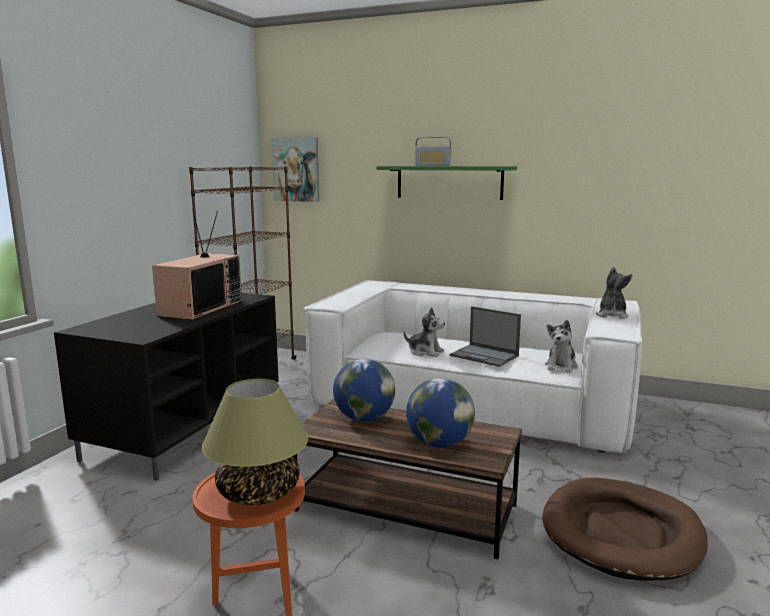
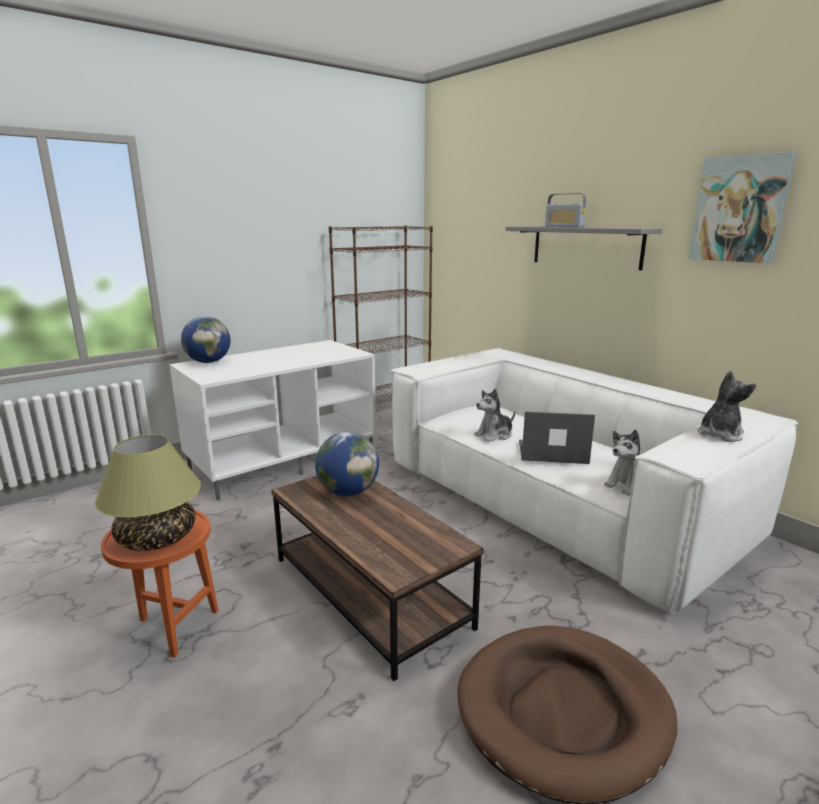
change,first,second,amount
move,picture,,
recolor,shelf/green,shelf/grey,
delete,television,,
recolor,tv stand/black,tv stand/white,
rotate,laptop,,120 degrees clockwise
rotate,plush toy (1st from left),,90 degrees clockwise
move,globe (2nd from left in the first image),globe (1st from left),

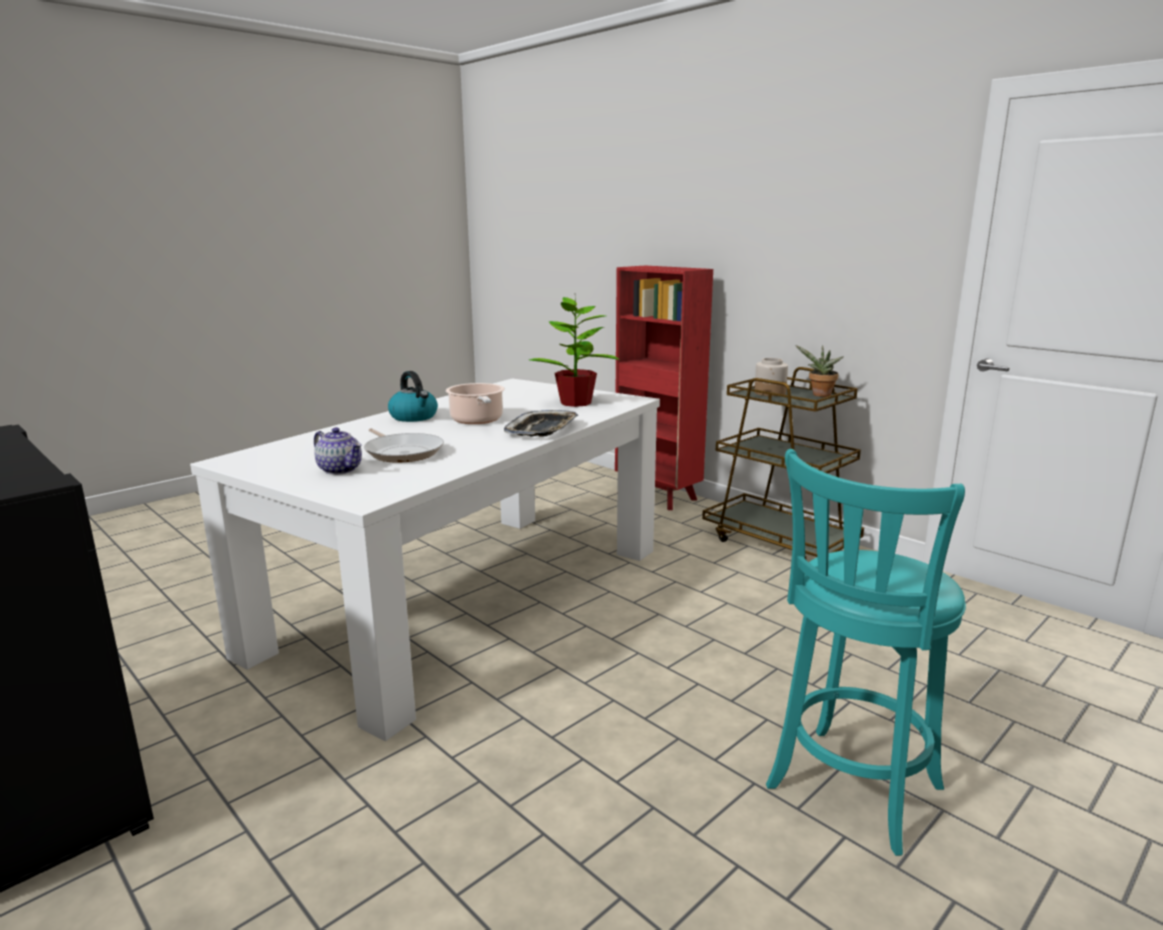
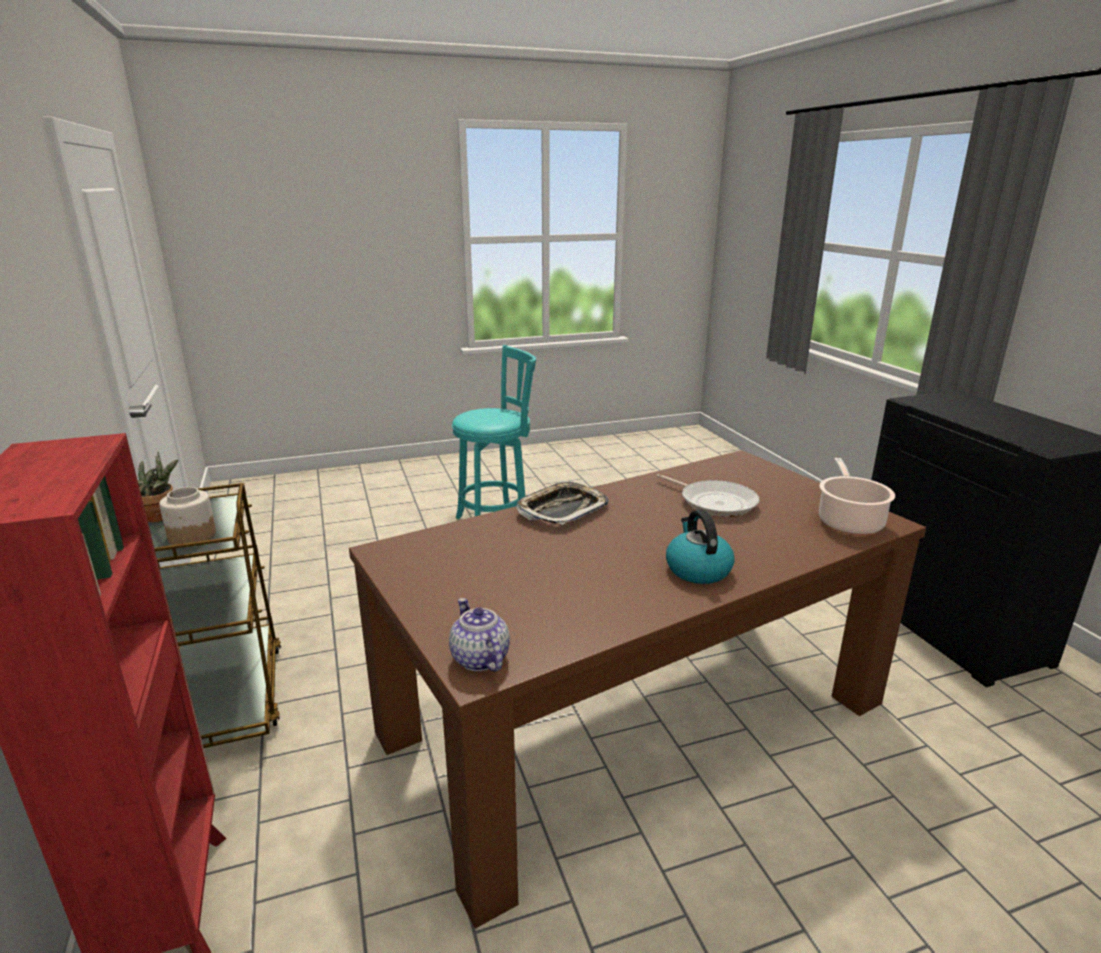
change,first,second,amount
delete,potted plant (1st from left),,
recolor,dining table/white,dining table/brown,
move,cooking pot,,
move,teapot,,
rotate,frying pan,,150 degrees clockwise

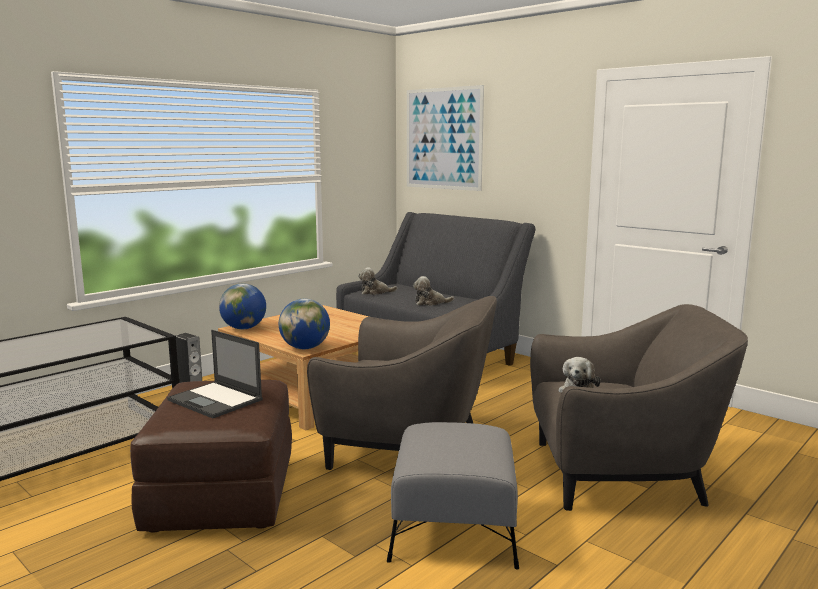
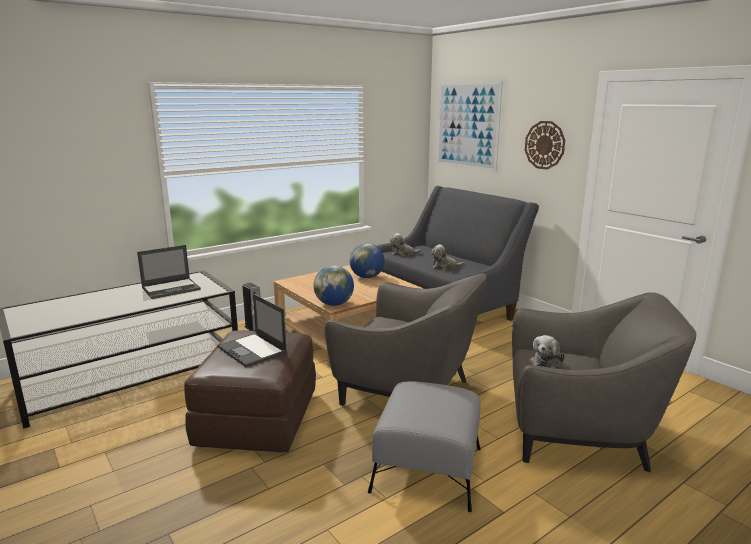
change,first,second,amount
move,globe (1st from left in the first image),globe (2nd from left),
insert,,wall clock,
insert,,laptop (1st from left),

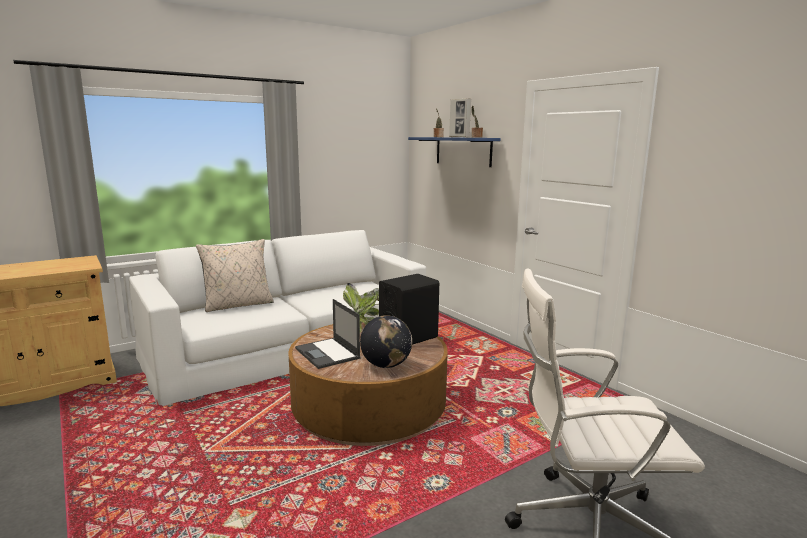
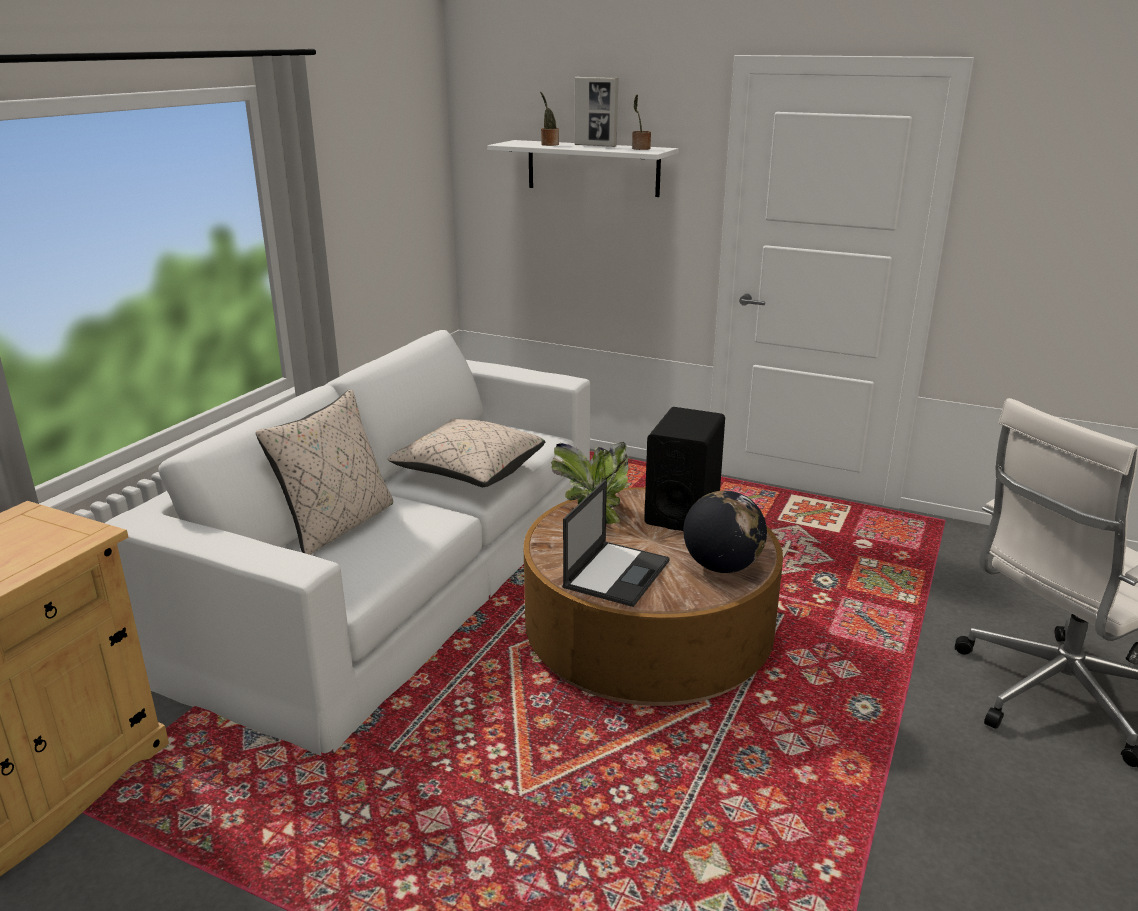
change,first,second,amount
recolor,shelf/blue,shelf/white,
rotate,laptop,,90 degrees counterclockwise
insert,,pillow/beige (2nd from left),

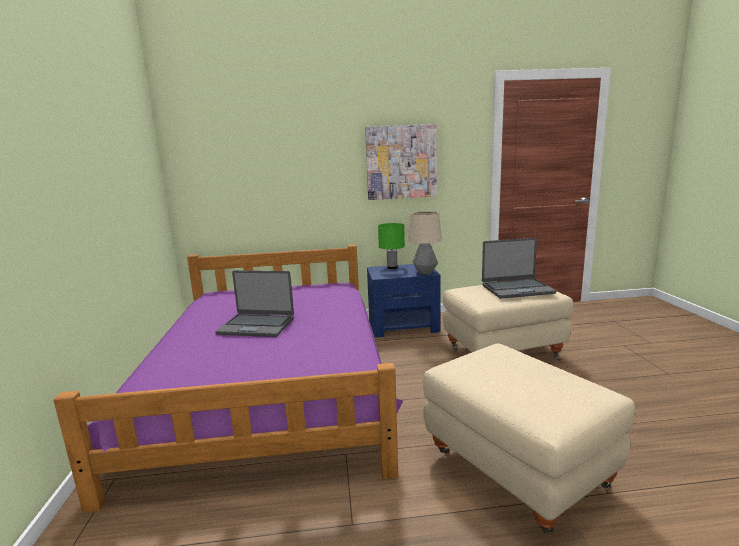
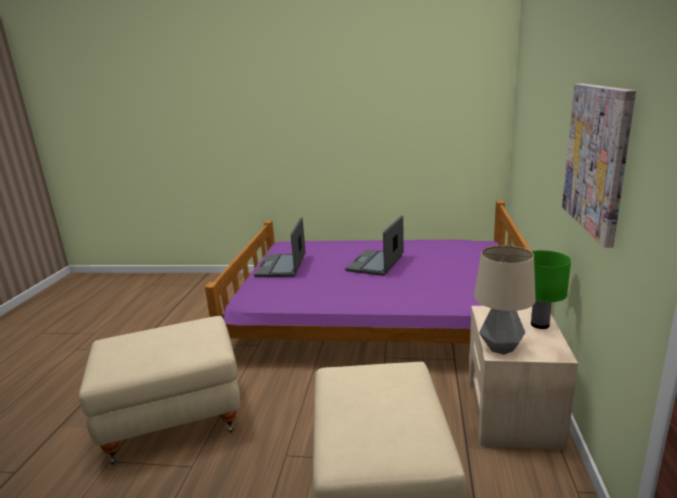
change,first,second,amount
move,laptop (2nd from left in the first image),laptop (1st from left),
recolor,nightstand/blue,nightstand/beige,

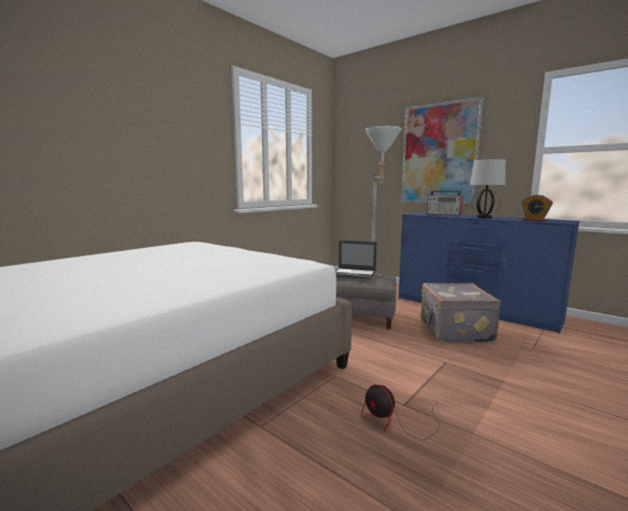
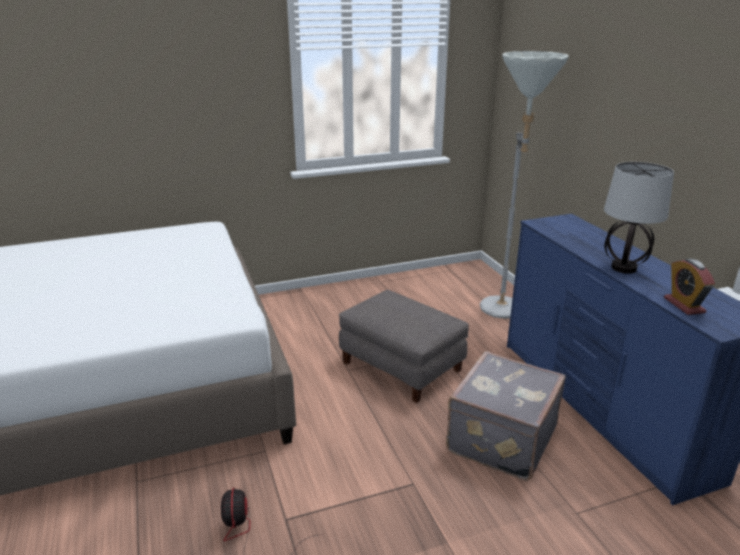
change,first,second,amount
delete,picture,,
delete,radio,,
delete,laptop,,

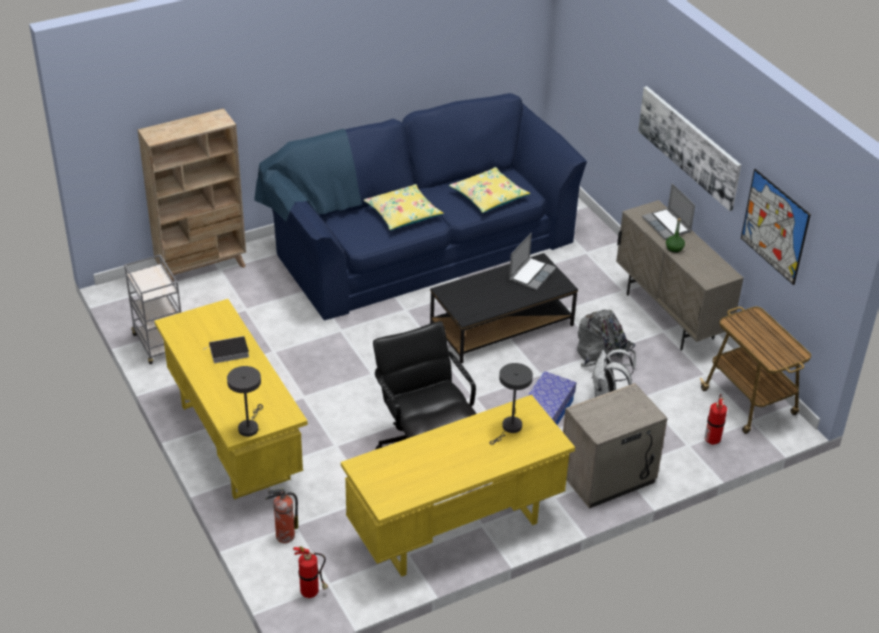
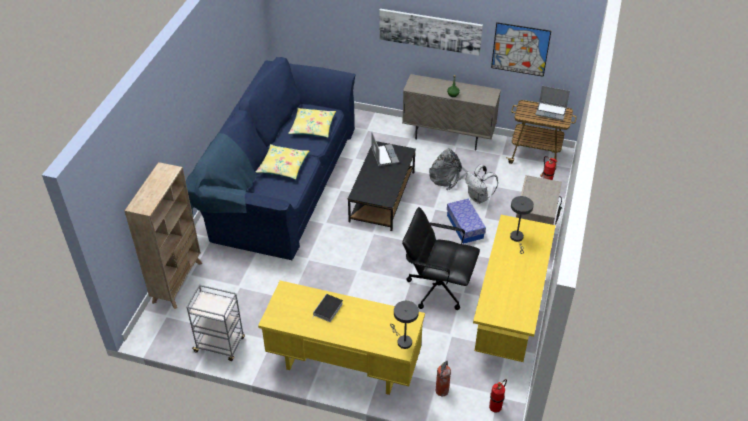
change,first,second,amount
move,laptop (2nd from left),,

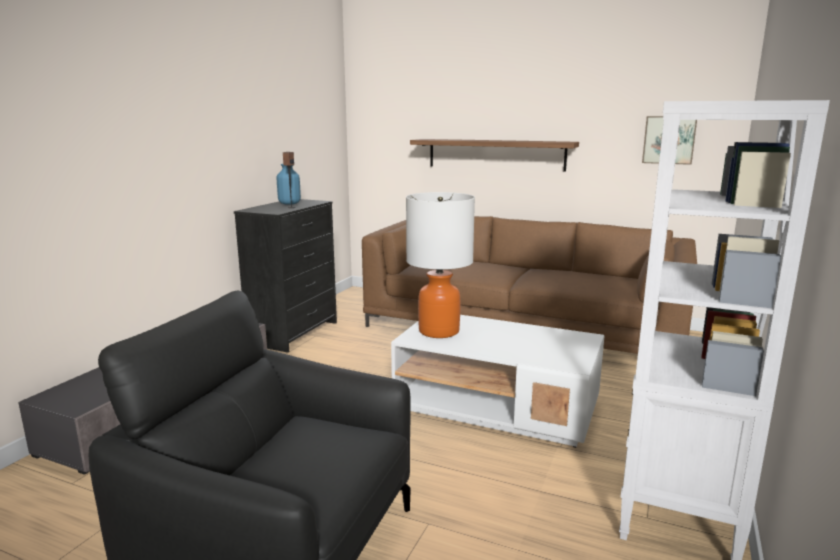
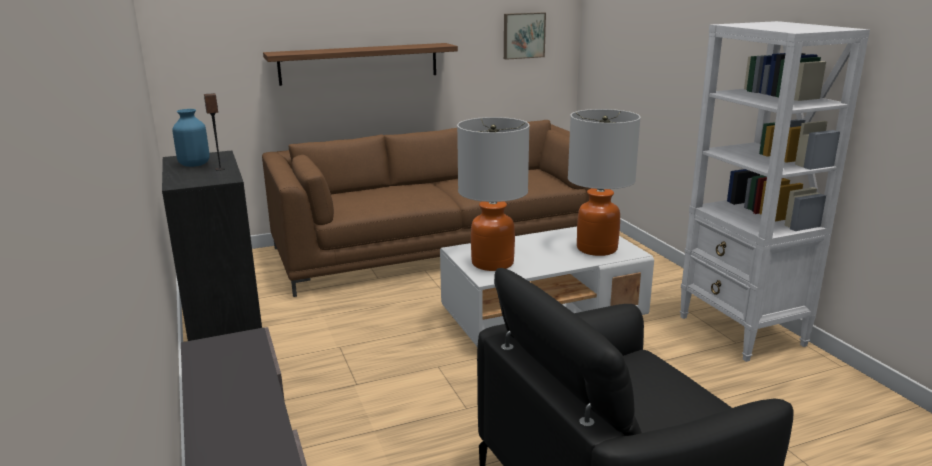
change,first,second,amount
insert,,table lamp (2nd from left),

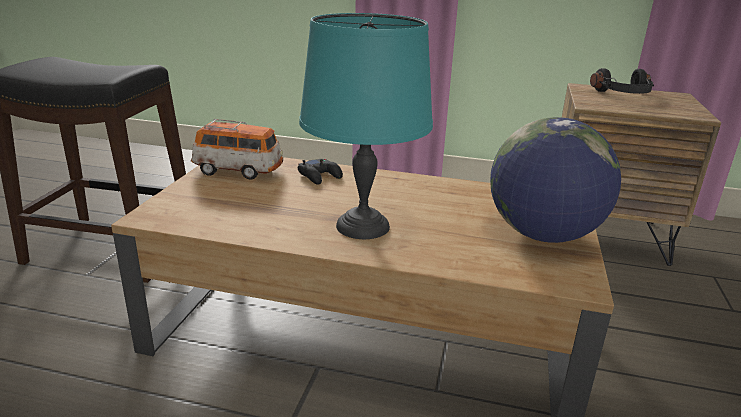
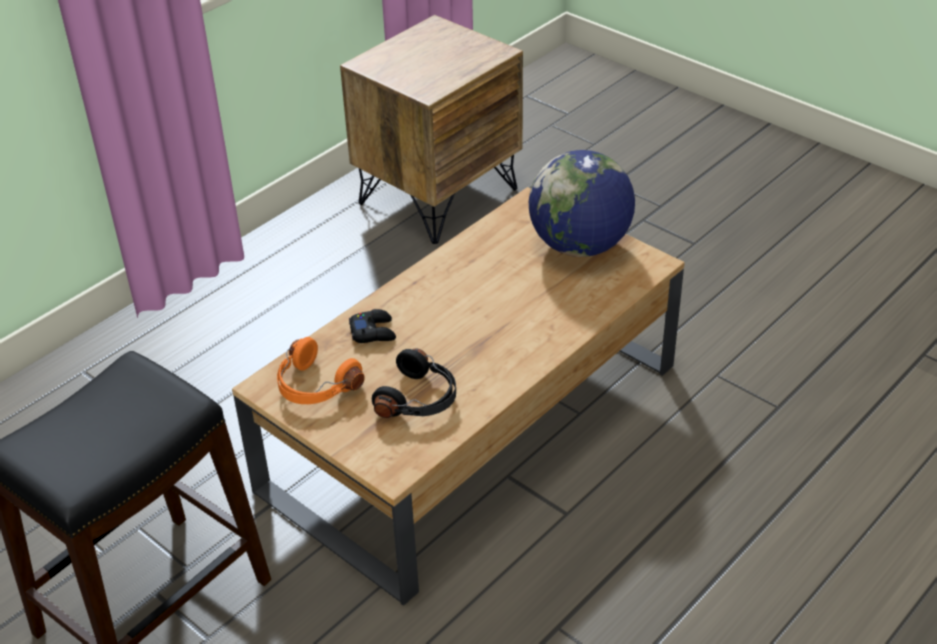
change,first,second,amount
delete,table lamp/turquoise,,
move,headphones/black,,
replace,toy car,headphones/orange,

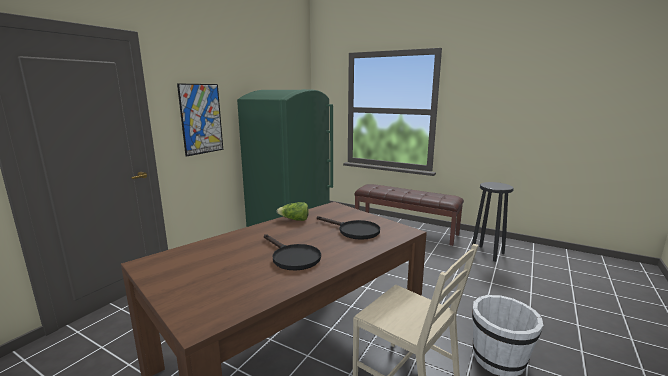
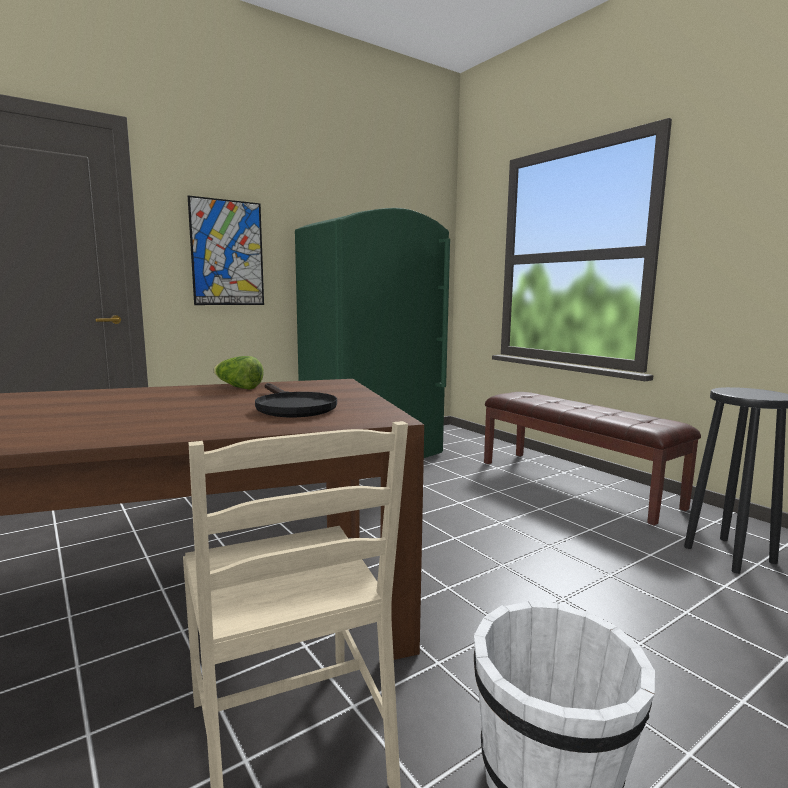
change,first,second,amount
delete,frying pan/black (1st from left),,

